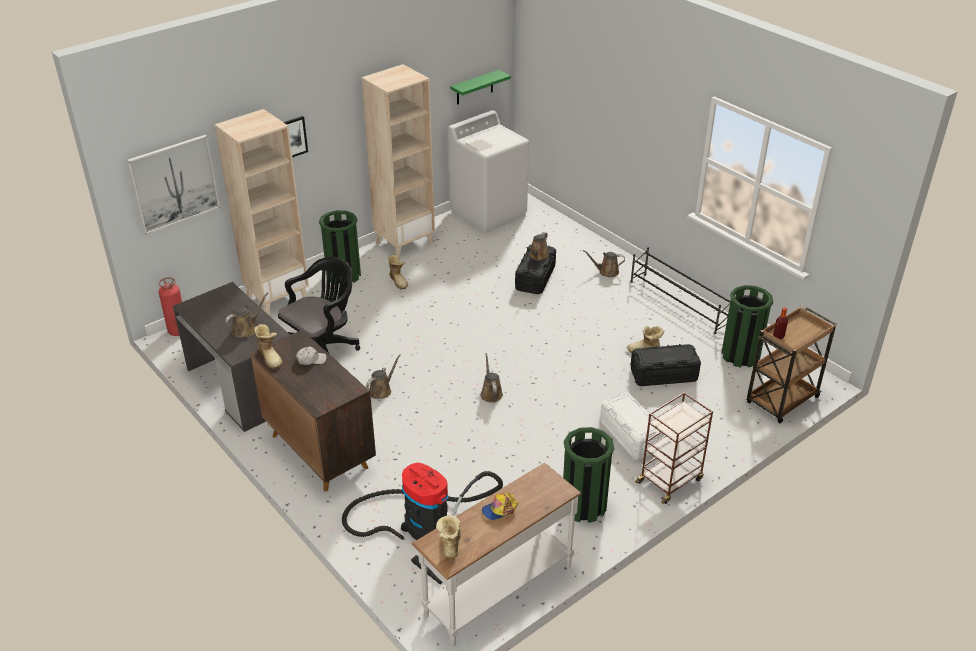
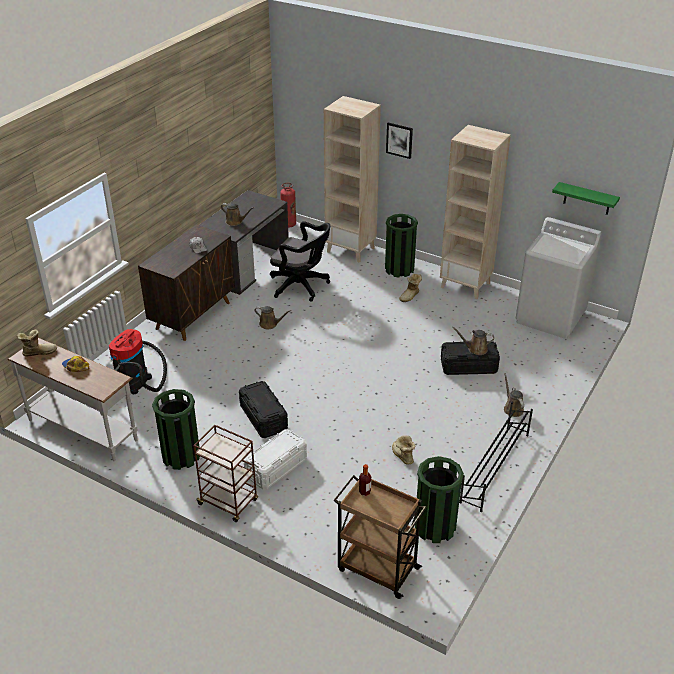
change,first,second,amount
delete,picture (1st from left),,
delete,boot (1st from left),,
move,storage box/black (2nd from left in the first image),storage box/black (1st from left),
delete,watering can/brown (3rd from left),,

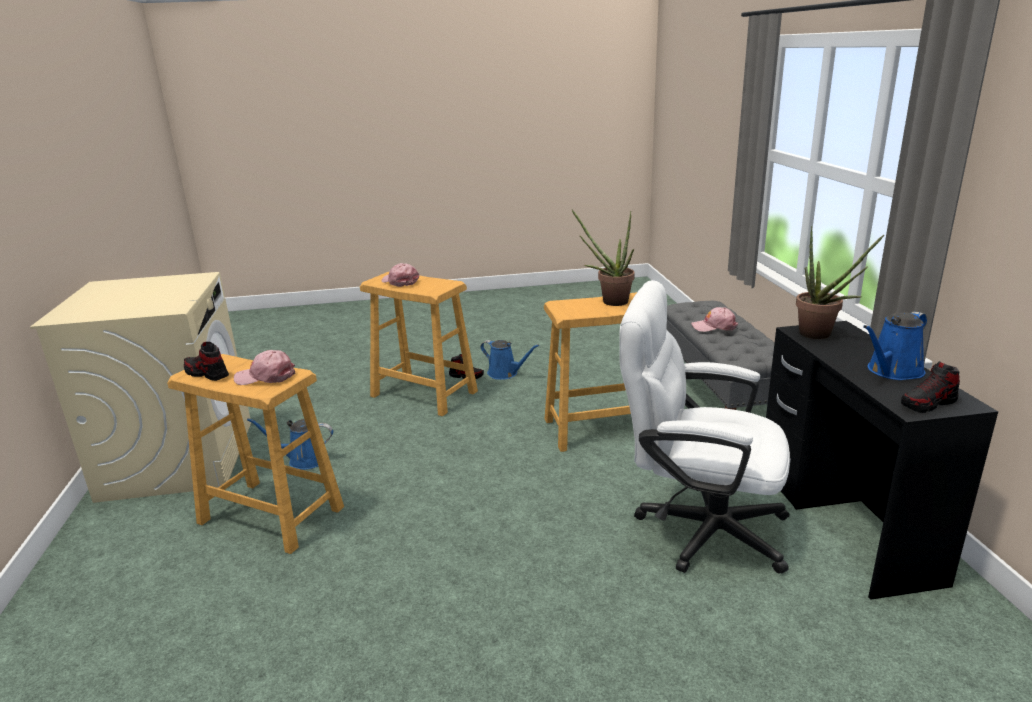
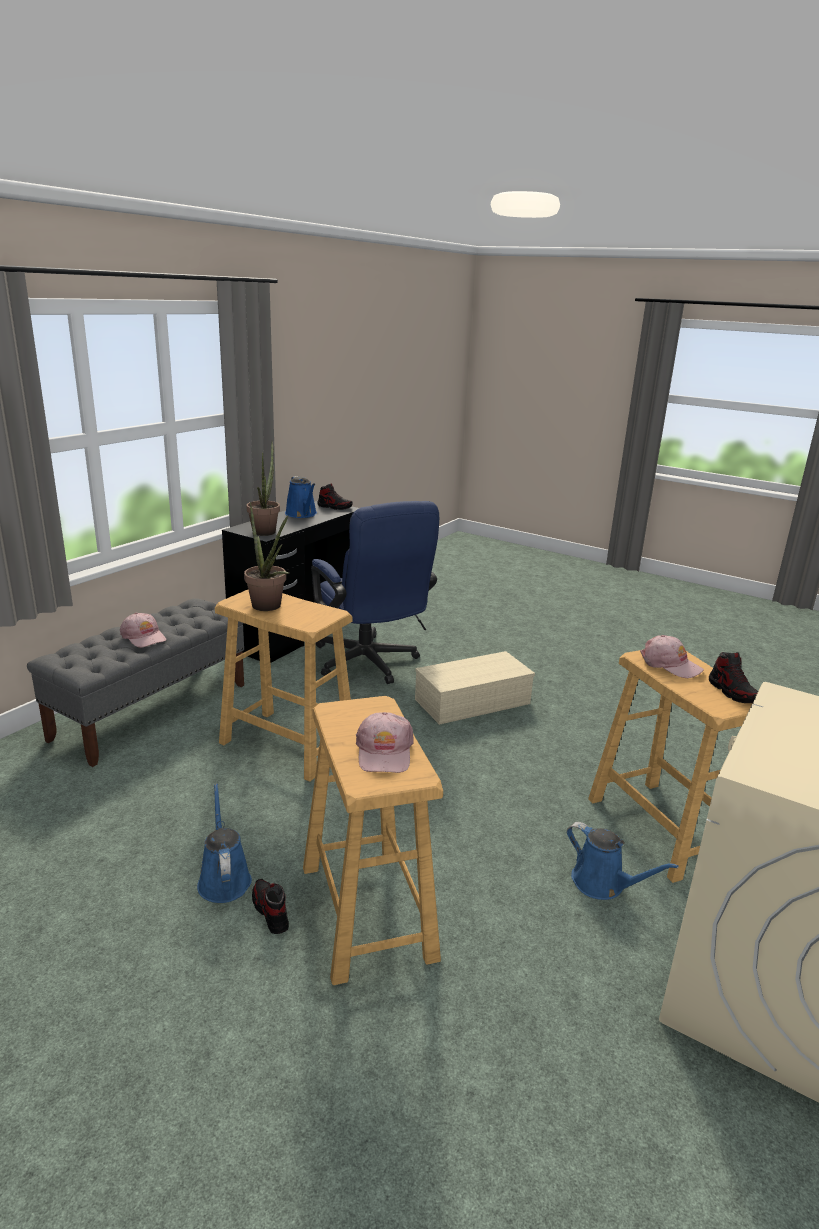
change,first,second,amount
recolor,office chair/white,office chair/blue,
rotate,watering can/blue (3rd from left in the first image),watering can/blue (2nd from left),60 degrees clockwise
insert,,storage box/beige,

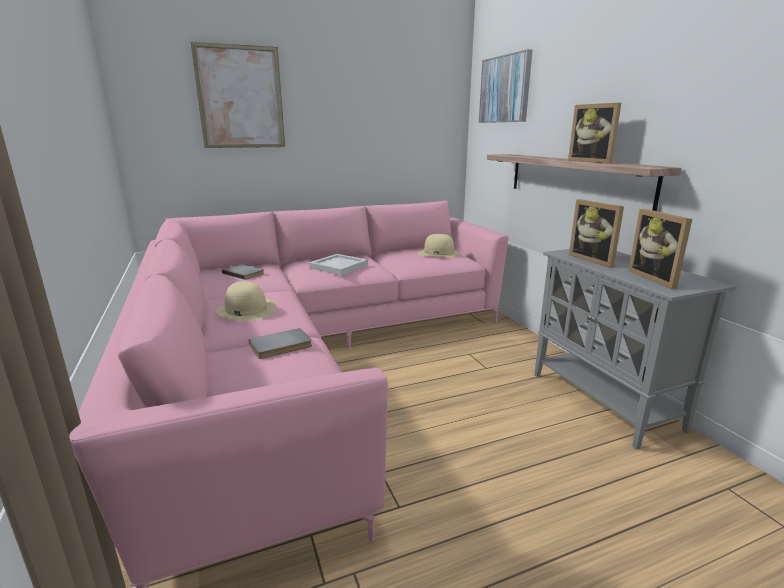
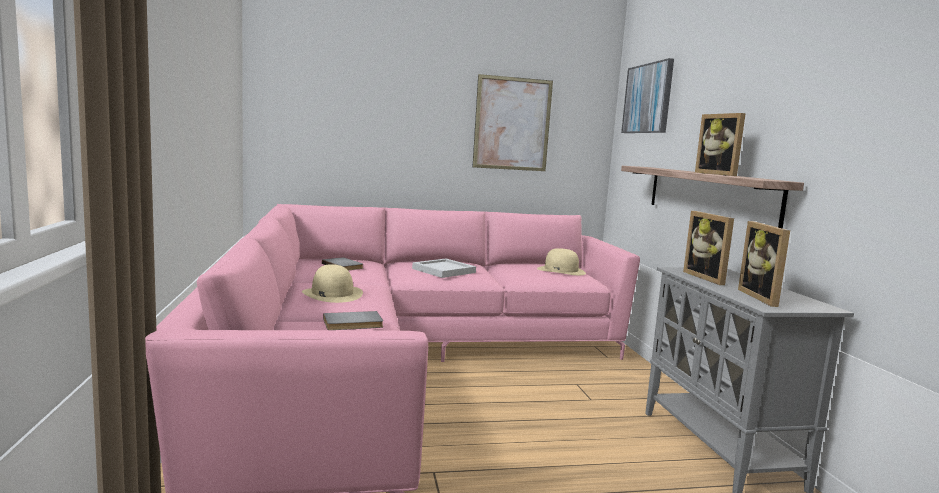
change,first,second,amount
move,picture (1st from left),,

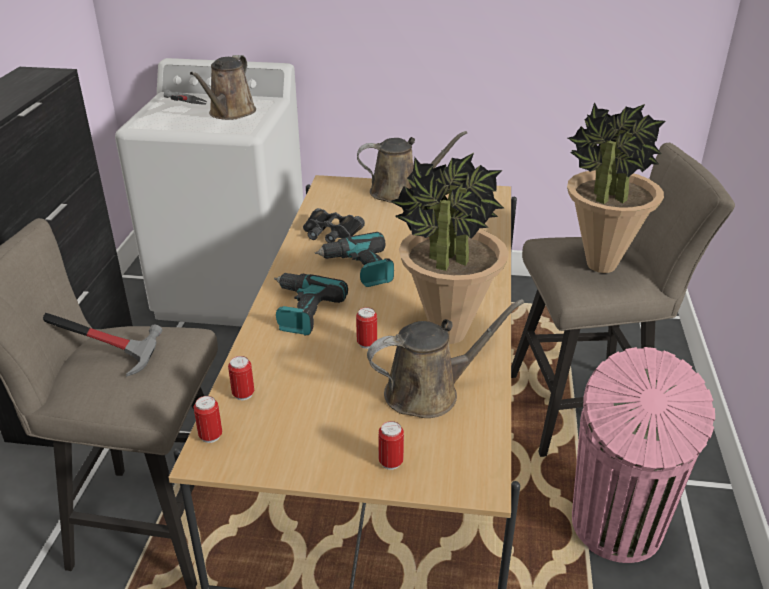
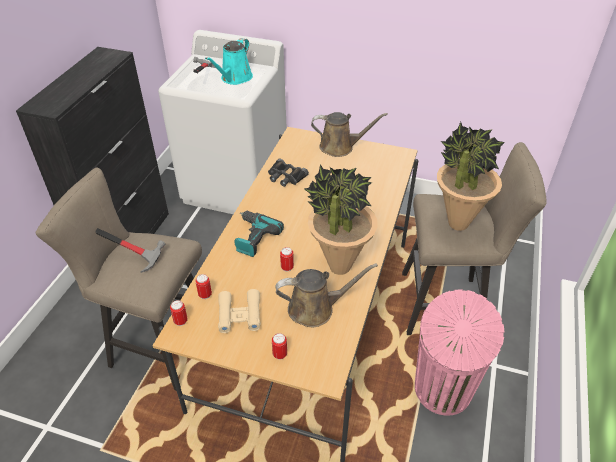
change,first,second,amount
recolor,watering can/brown (1st from left),watering can/turquoise,
delete,power drill (2nd from left),,
insert,,binoculars/beige,

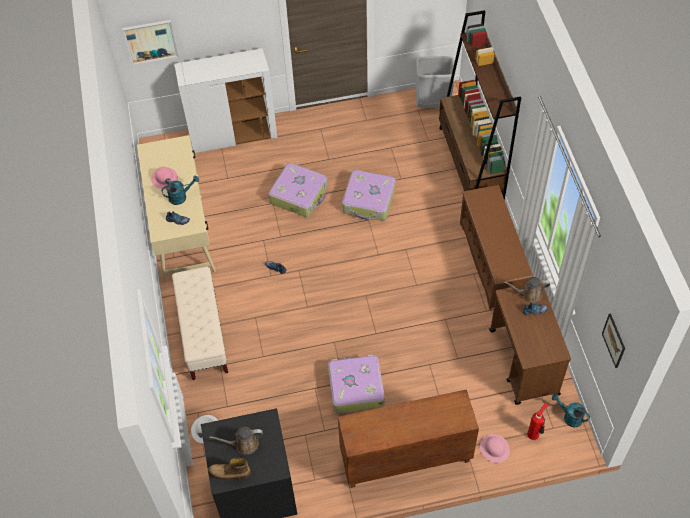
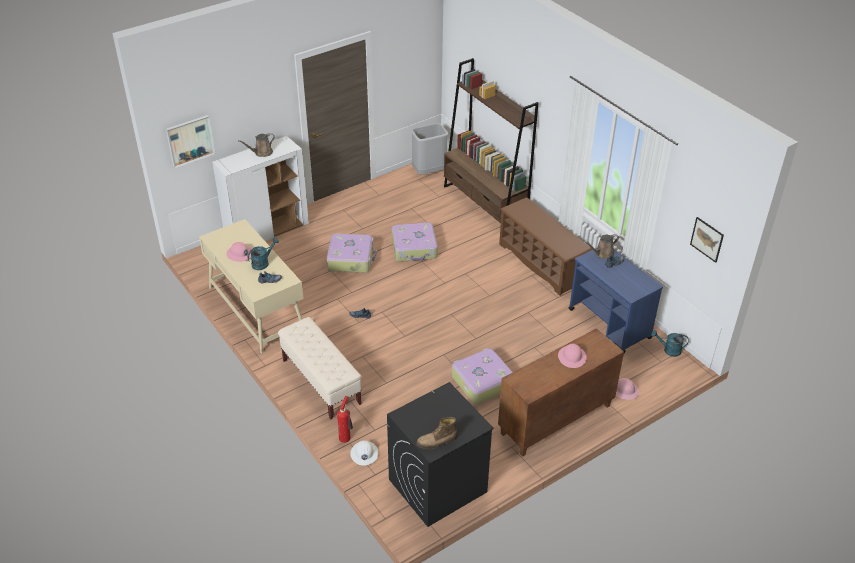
change,first,second,amount
recolor,cart/brown,cart/blue,
move,fire extinguisher,,
move,watering can/brown (1st from left),,
insert,,hard hat/pink (2nd from left),

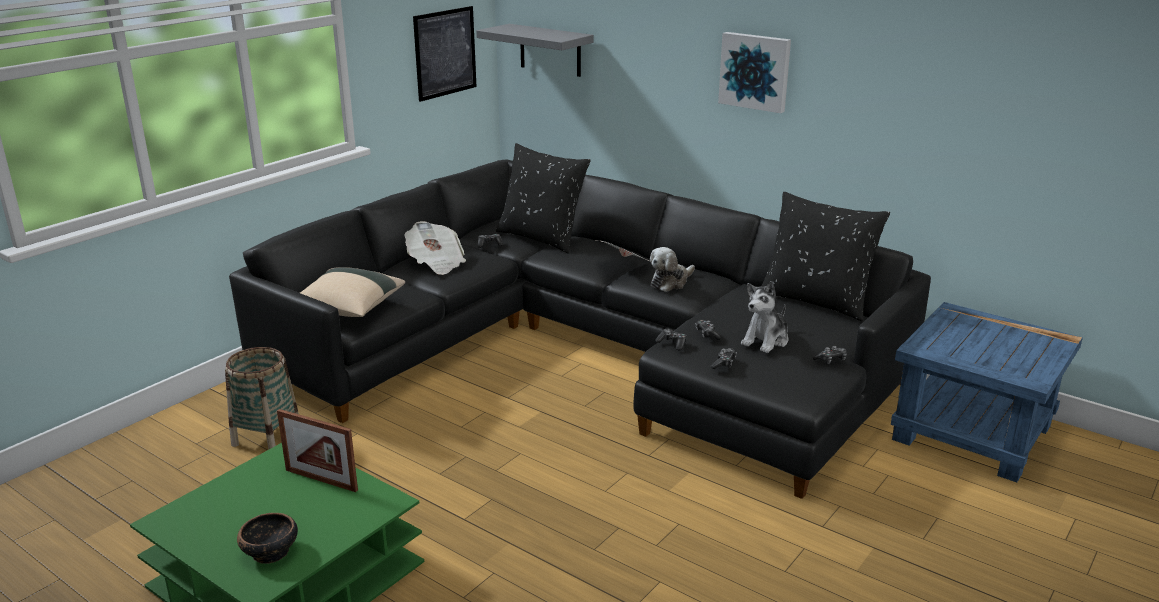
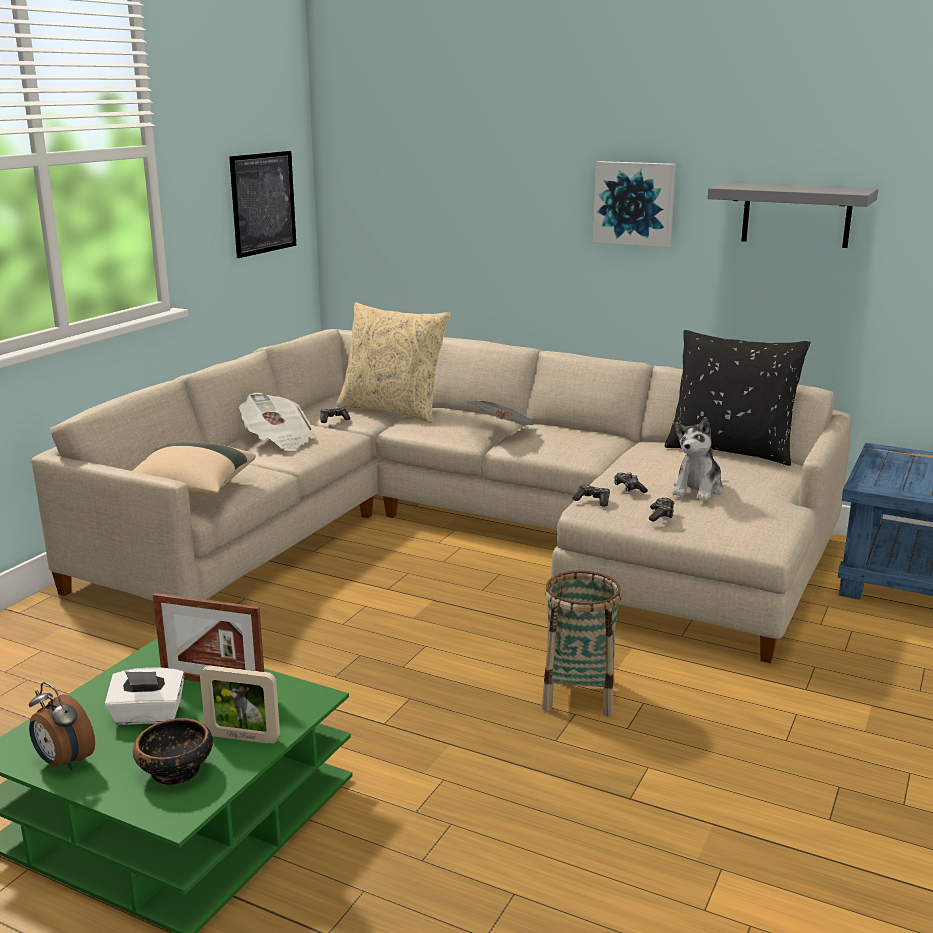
change,first,second,amount
move,shelf/grey,,
recolor,pillow/black (1st from left),pillow/beige (2nd from left),
recolor,sofa/black,sofa/beige,
delete,plush toy (1st from left),,
delete,game controller (5th from left),,
move,basket,,
insert,,picture frame (2nd from left),
insert,,tissue box/white,
insert,,alarm clock,

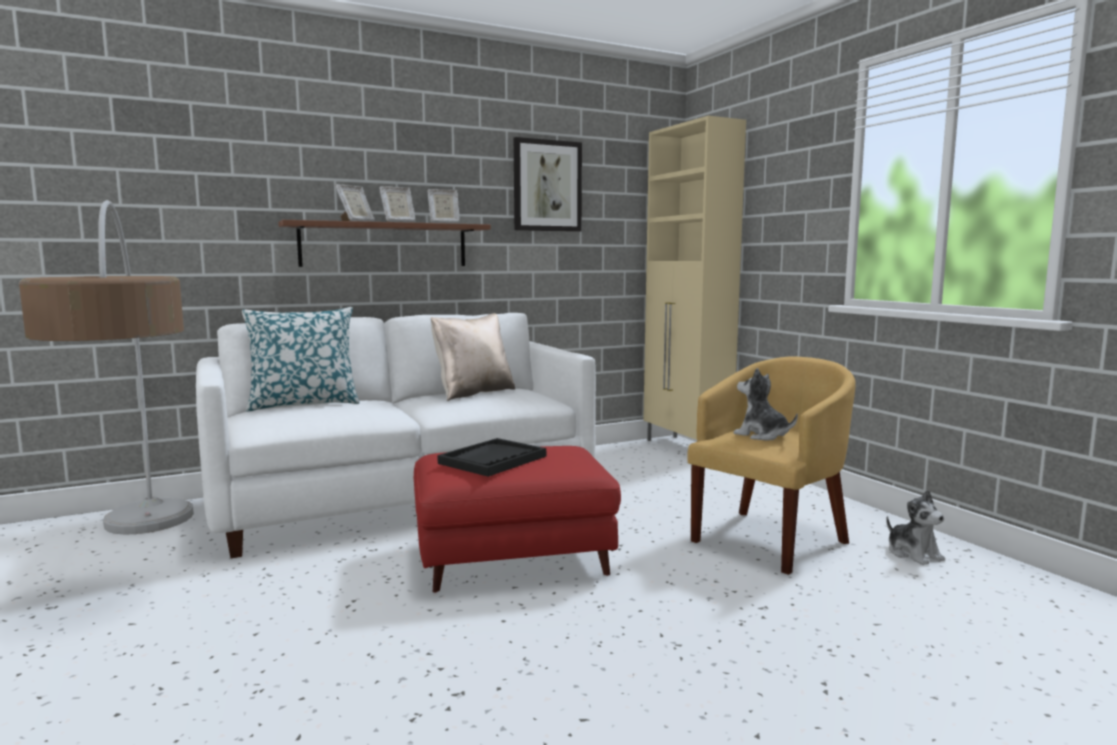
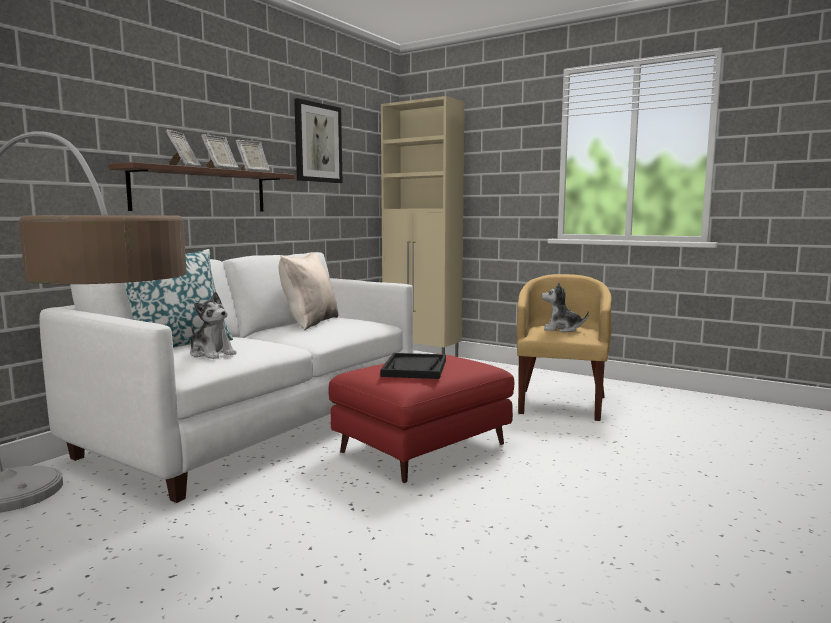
change,first,second,amount
move,plush toy (2nd from left in the first image),plush toy (1st from left),

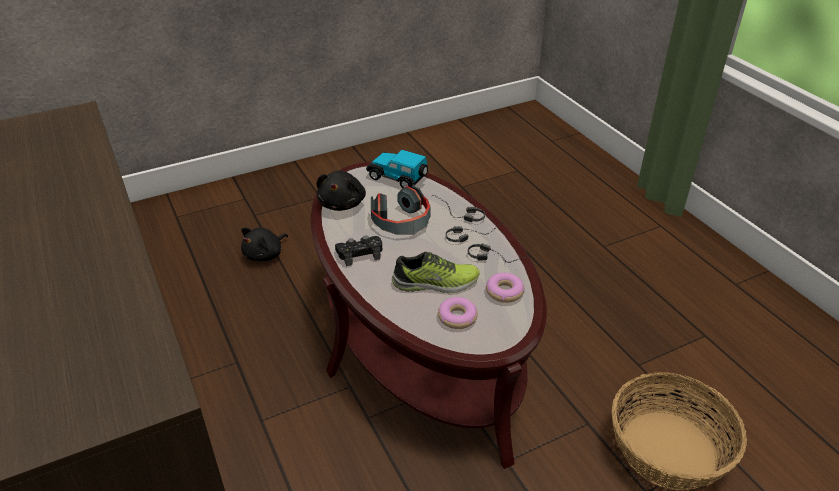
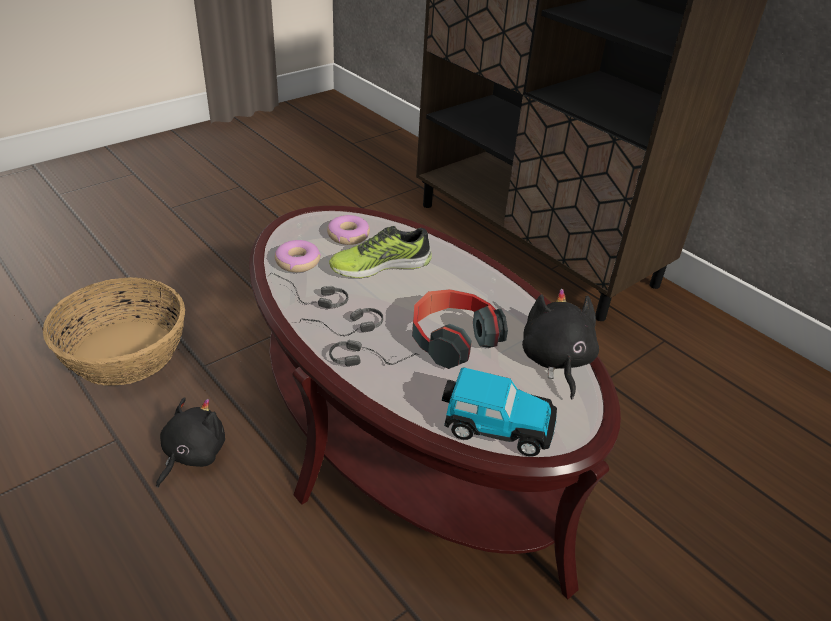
change,first,second,amount
move,plush toy/black (1st from left),,
delete,game controller/black,,

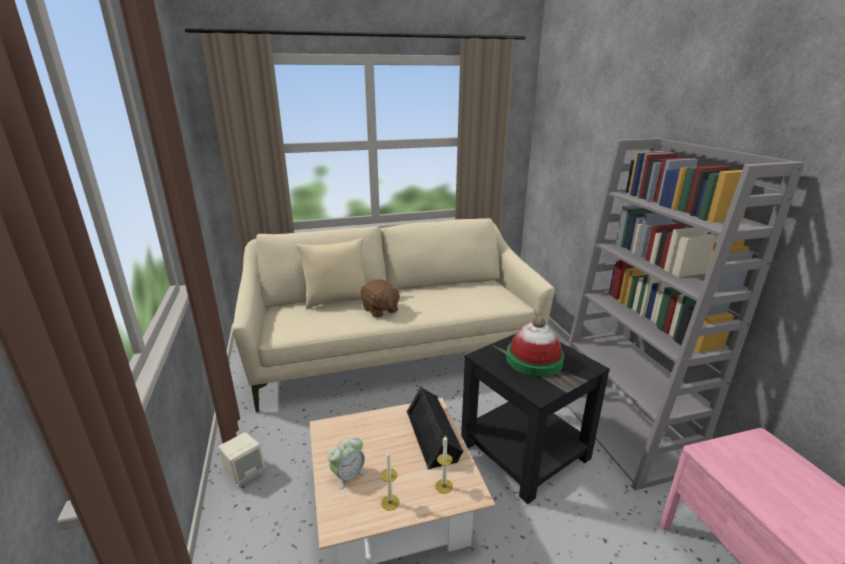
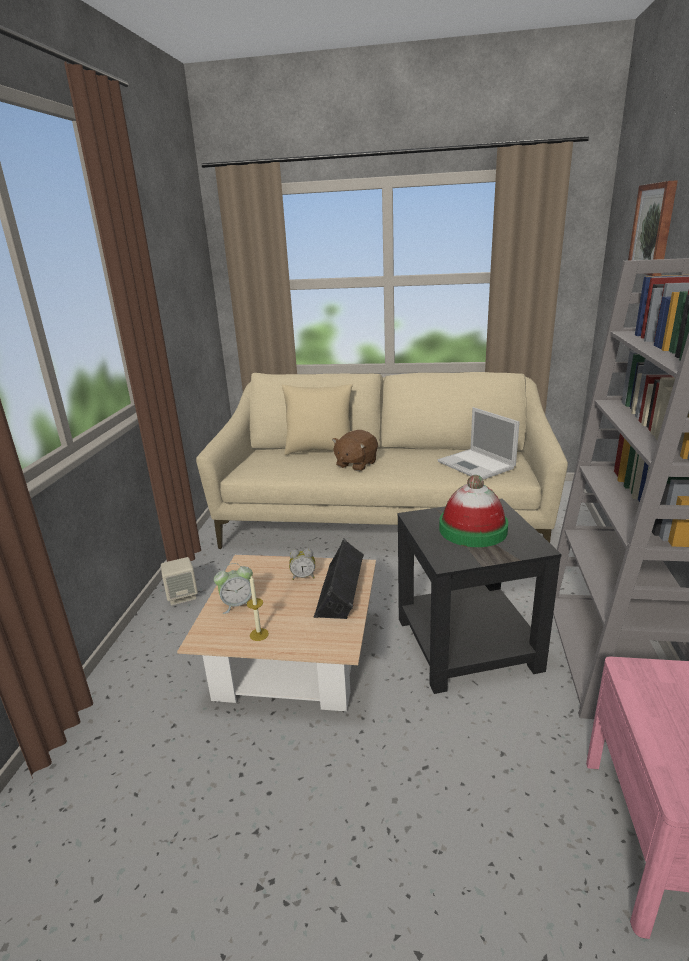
change,first,second,amount
rotate,plush toy/brown,,45 degrees clockwise
delete,candle (2nd from left),,
insert,,picture,
insert,,laptop,
insert,,alarm clock (2nd from left),

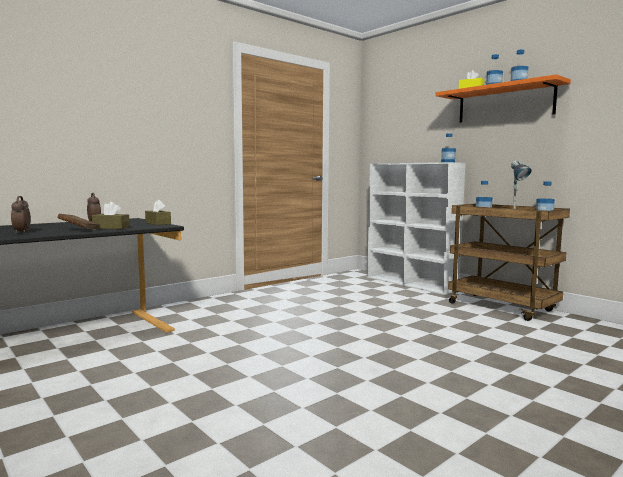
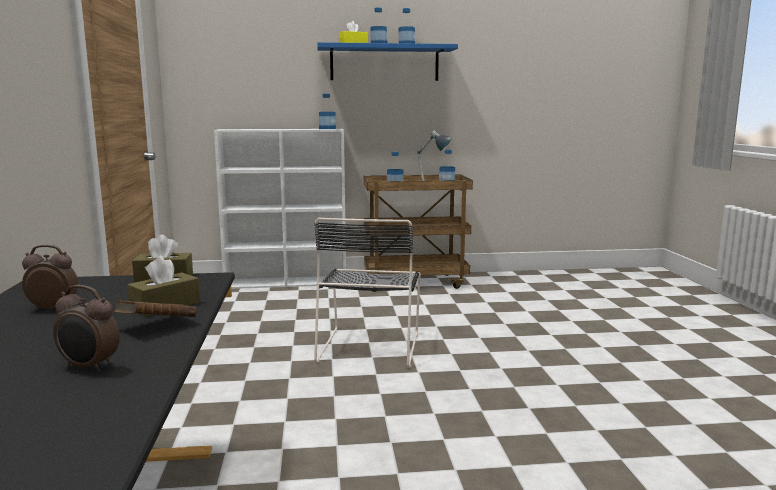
change,first,second,amount
recolor,shelf/orange,shelf/blue,
insert,,chair/black,

